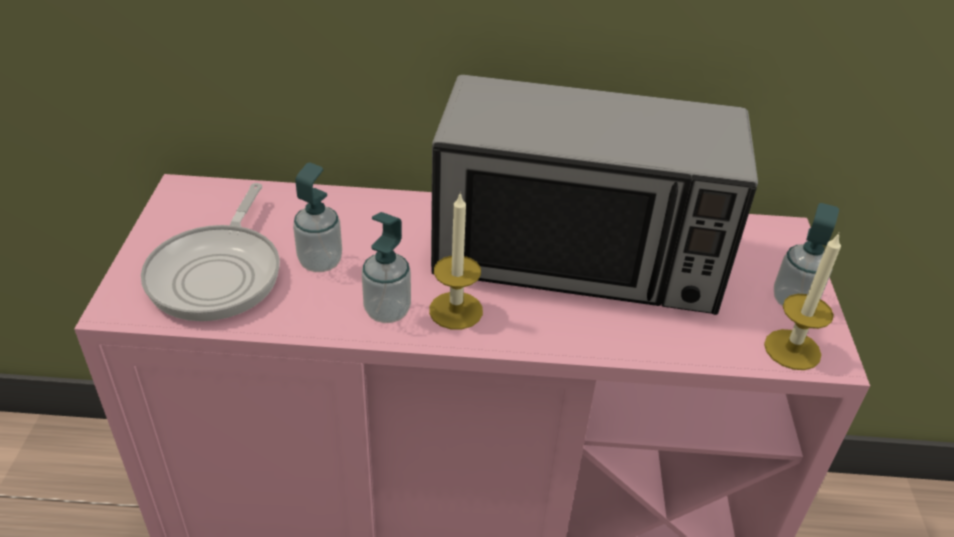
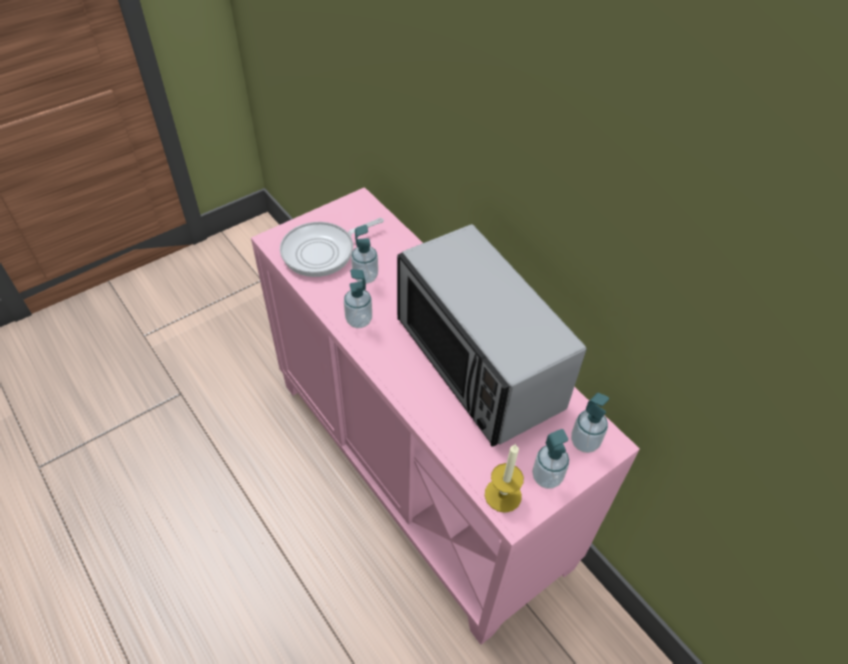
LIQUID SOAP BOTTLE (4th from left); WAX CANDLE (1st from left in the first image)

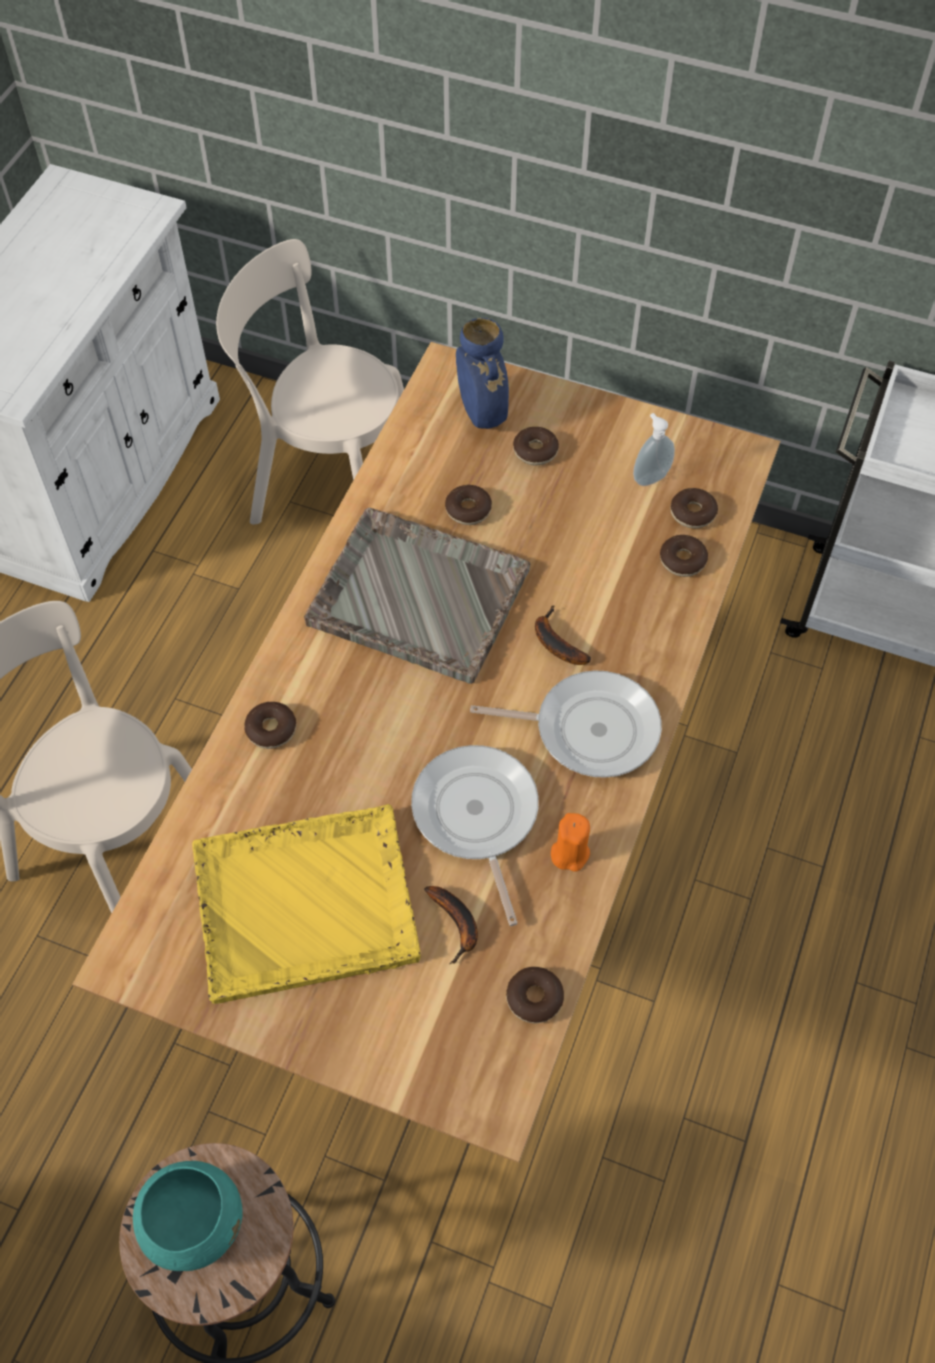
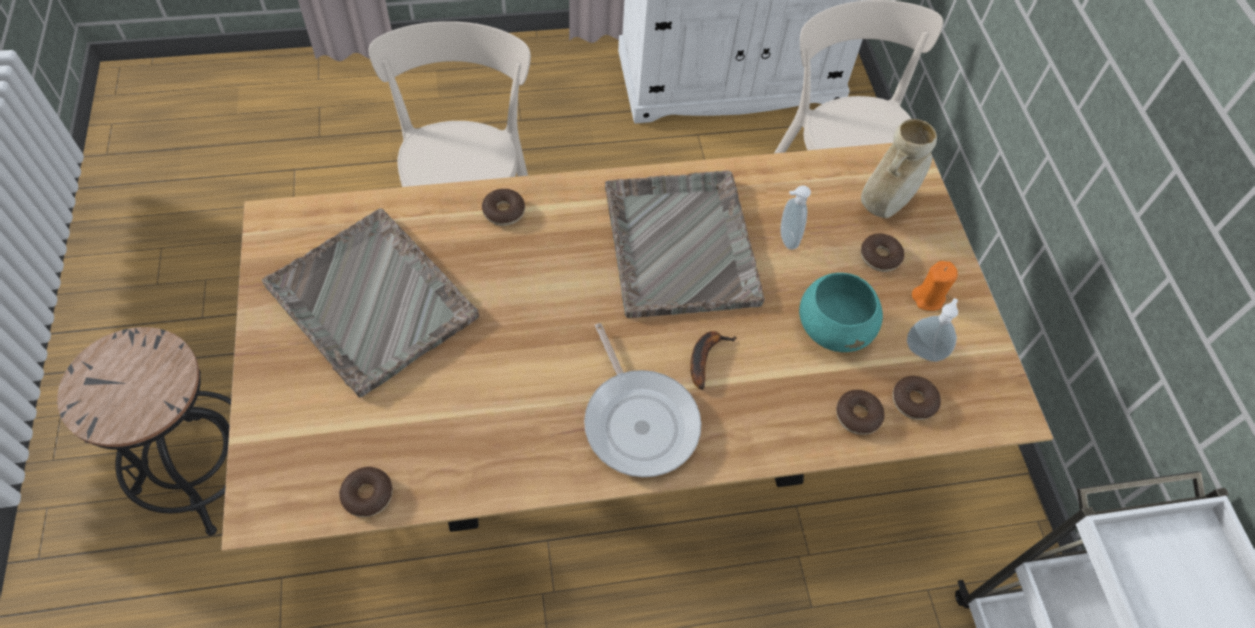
GRAY SERVING TRAY (1st from left); LIQUID SOAP BOTTLE (1st from left); TURQUOISE SERVING BOWL; SAND-COLOURED VASE; ORANGEY WAX CANDLE; PAN (1st from left in the first image); BANANA (1st from left in the first image)

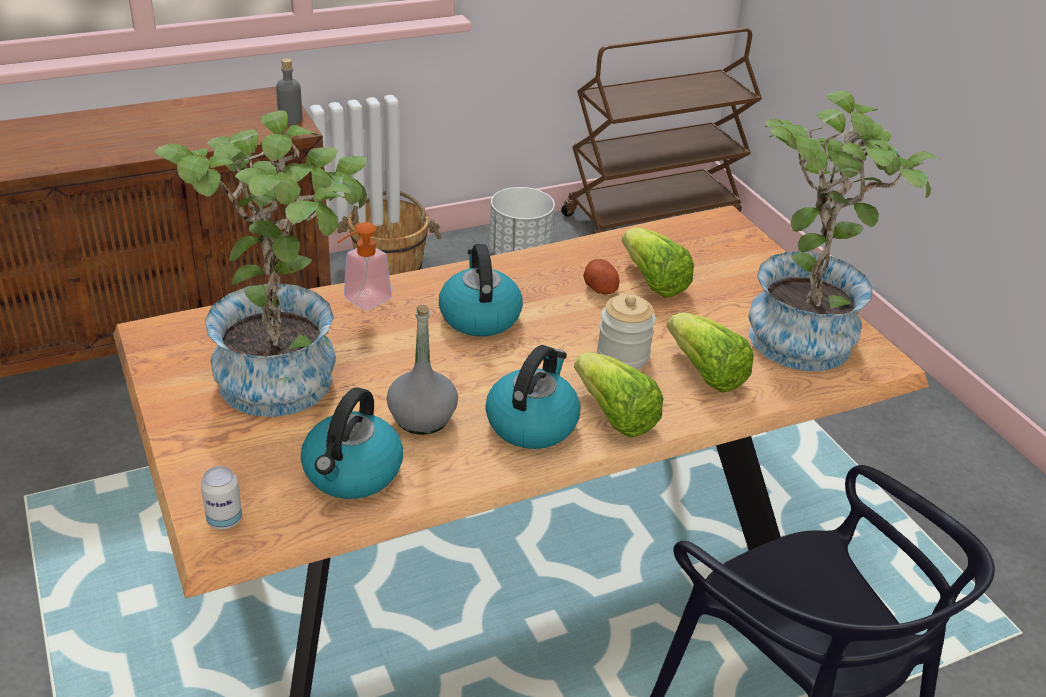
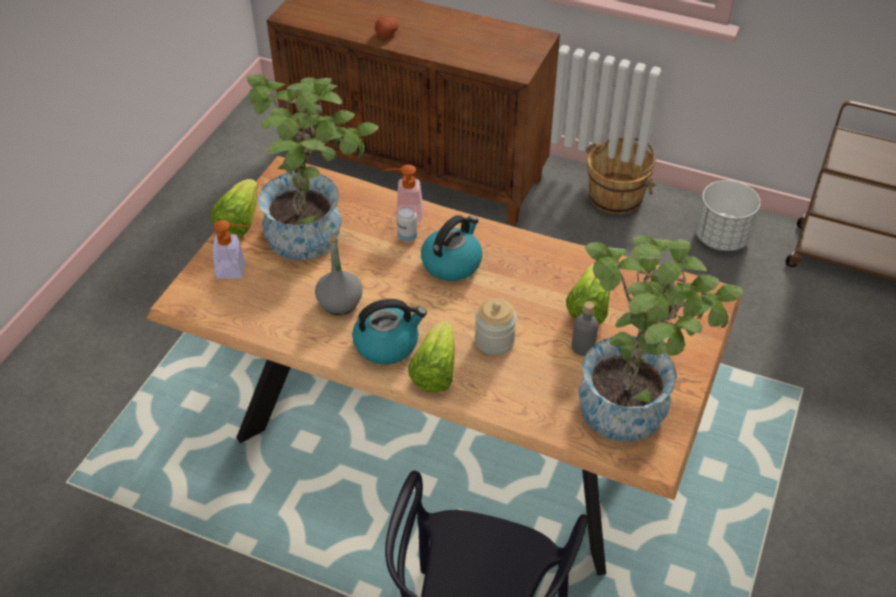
HEAD OF LETTUCE (1st from left); LIQUID SOAP BOTTLE (1st from left); SPUD; SEALED CAN; GRAY DRINK BOTTLE (2nd from left); WATER KETTLE (1st from left in the first image)

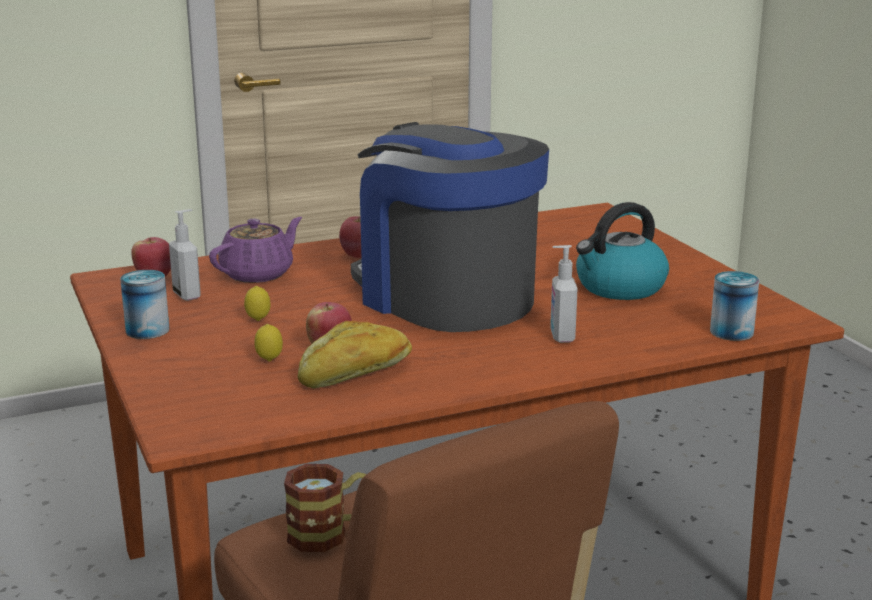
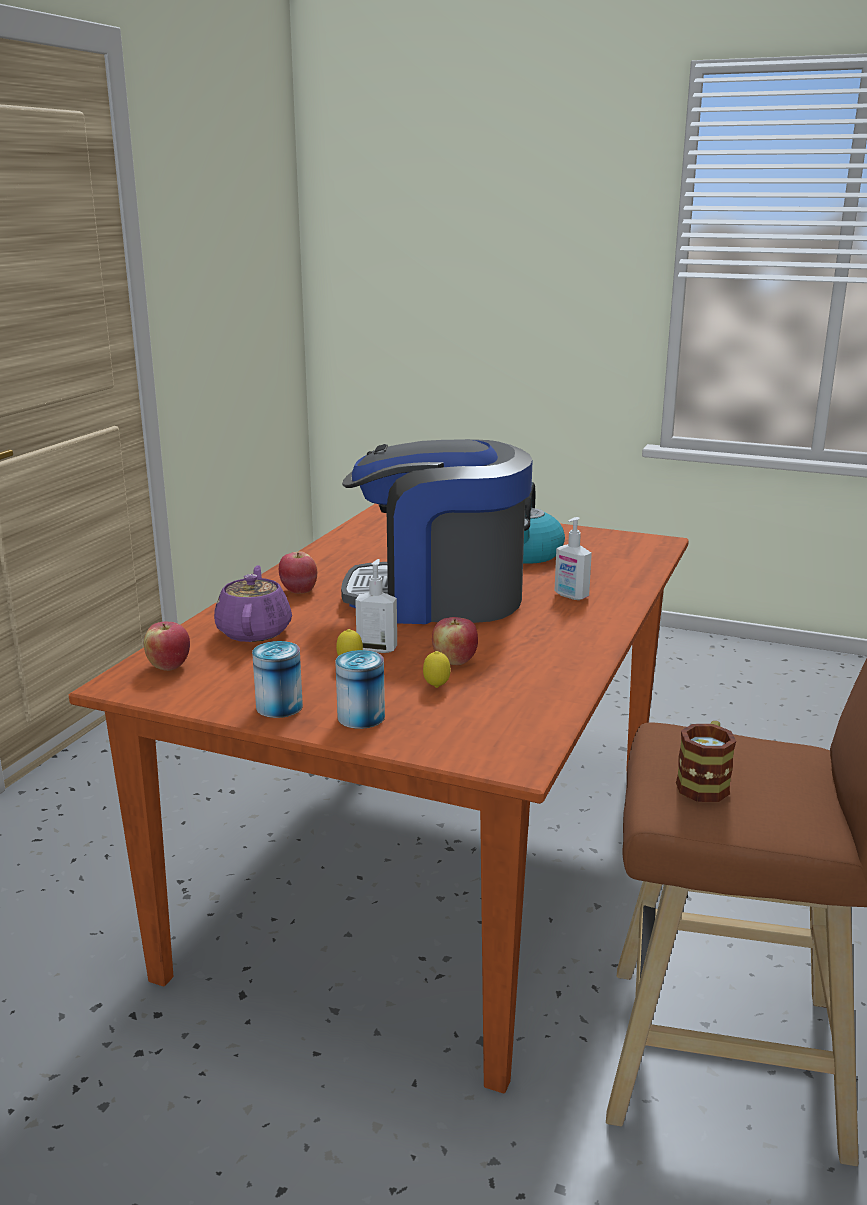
SEALED CAN (2nd from left); LIQUID SOAP BOTTLE (1st from left); BAKED BREAD

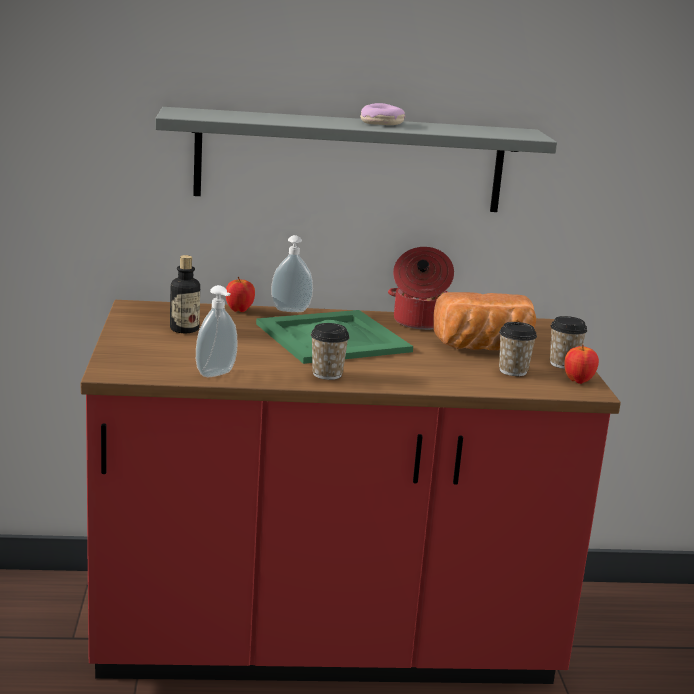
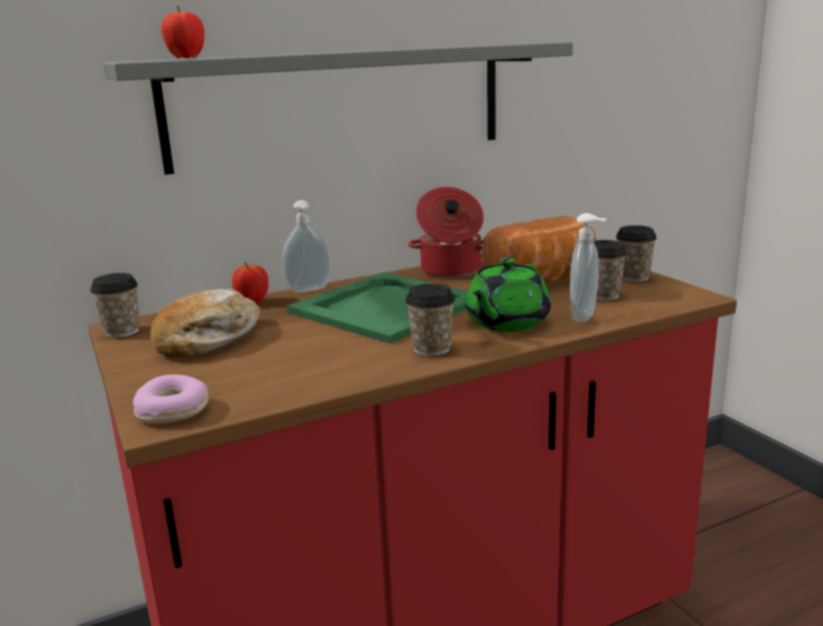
SMALL CUP (1st from left); DONUT; BAKED BREAD (1st from left); APPLE FRUIT (1st from left); GREEN-COLOURED TEAPOT; LIQUID SOAP BOTTLE (2nd from left)

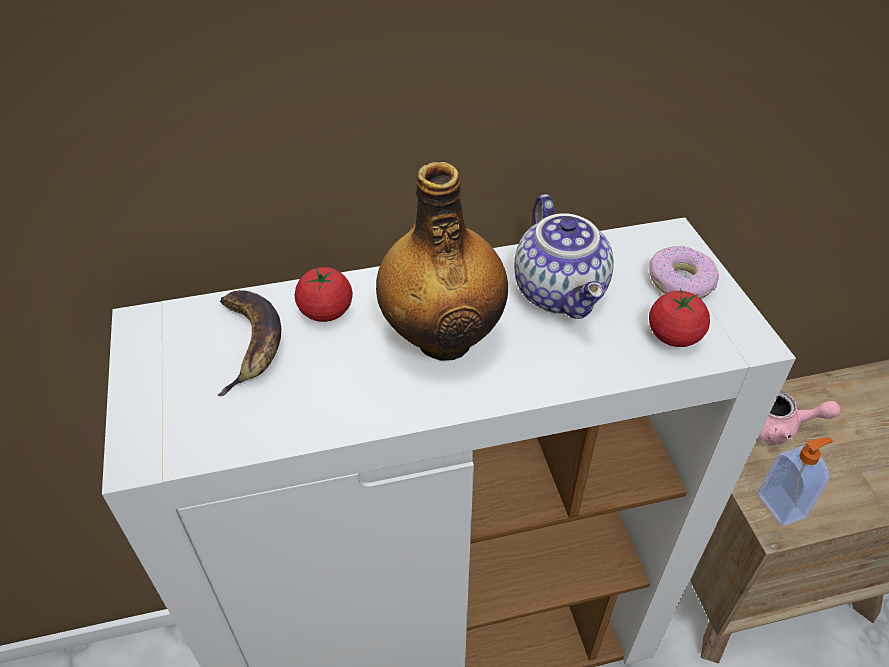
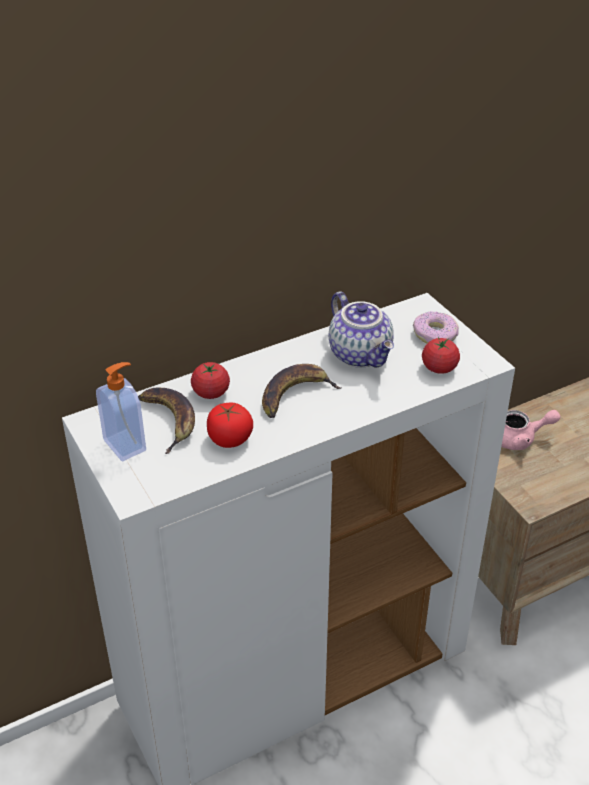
LIQUID SOAP BOTTLE; TOMATO (2nd from left); BANANA (2nd from left)

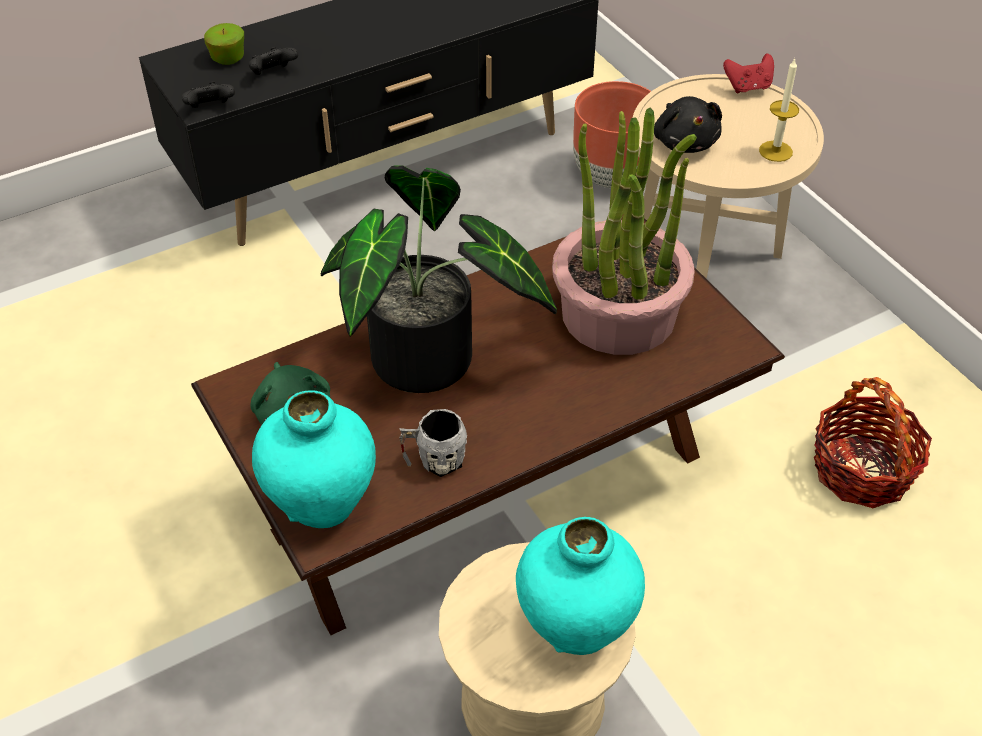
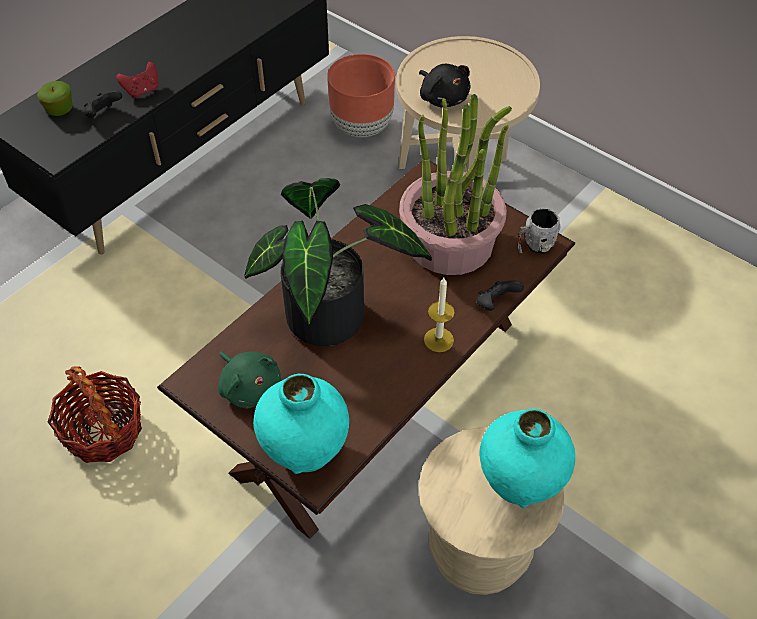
BASKET; RED-COLOURED GAMEPAD; WAX CANDLE; BLACK GAMEPAD (2nd from left); GRAY COFFEE MUG

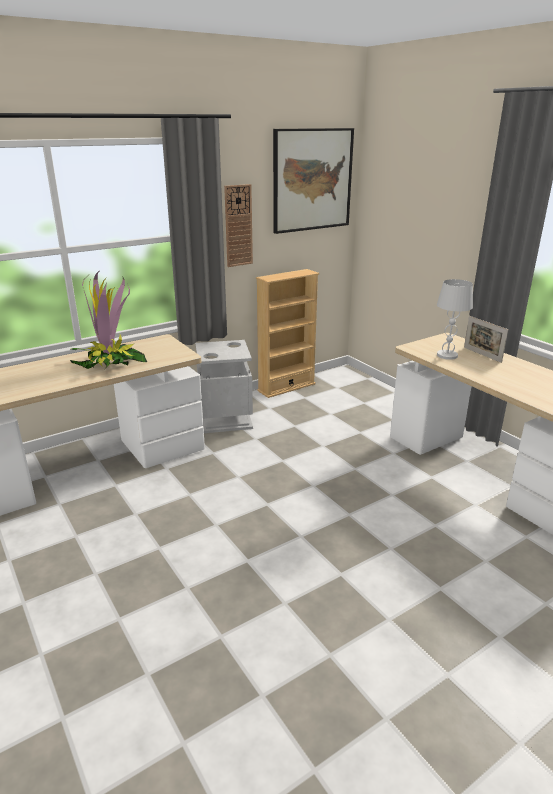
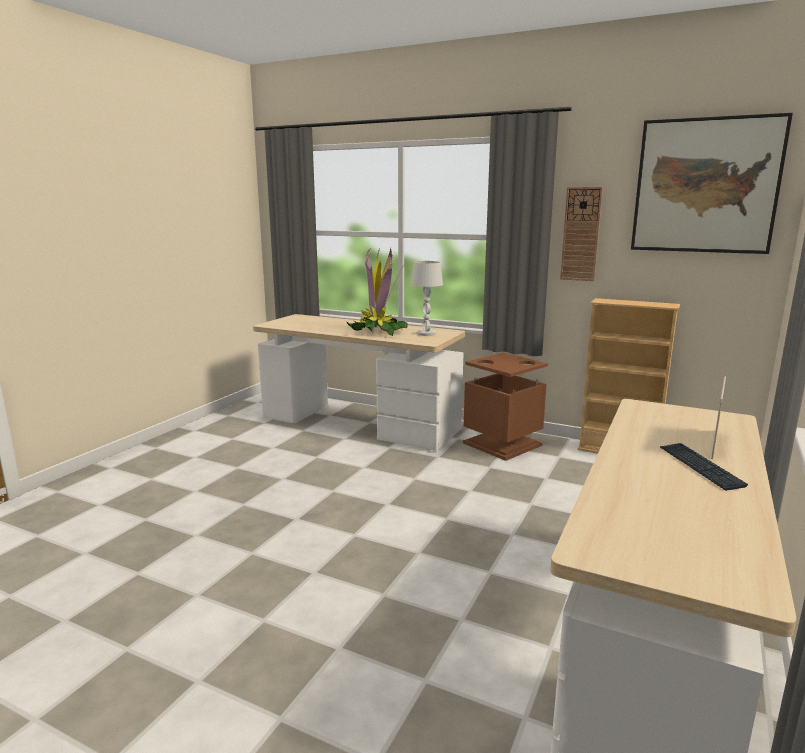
WHITISH TABLE LAMP; BROWN RUBBISH BIN; KEYBOARD

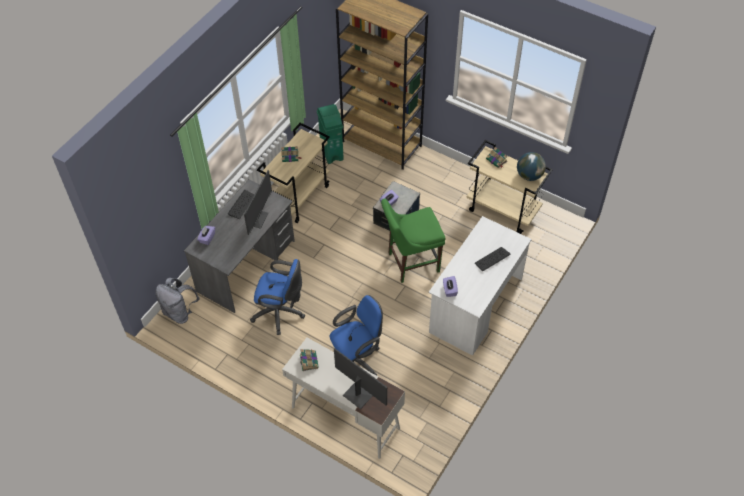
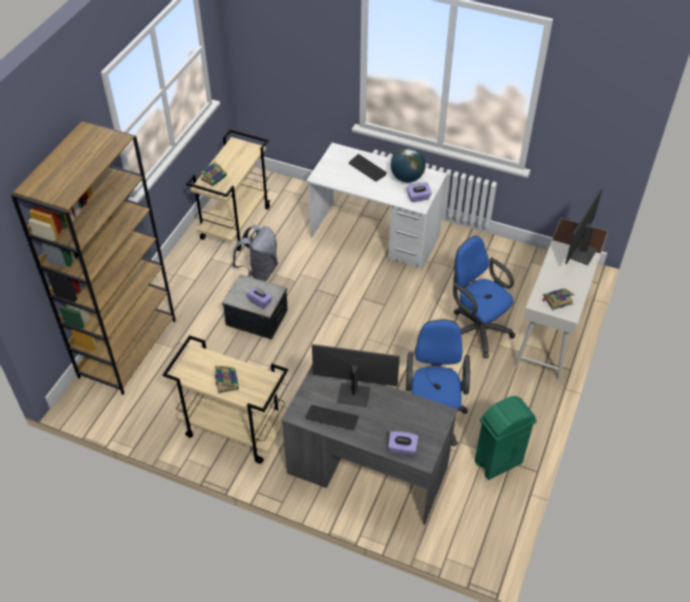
GRAY RUCKSACK; WORLD GLOBE; GREEN-COLOURED RUBBISH BIN; GREEN-COLOURED UPRIGHT CHAIR

